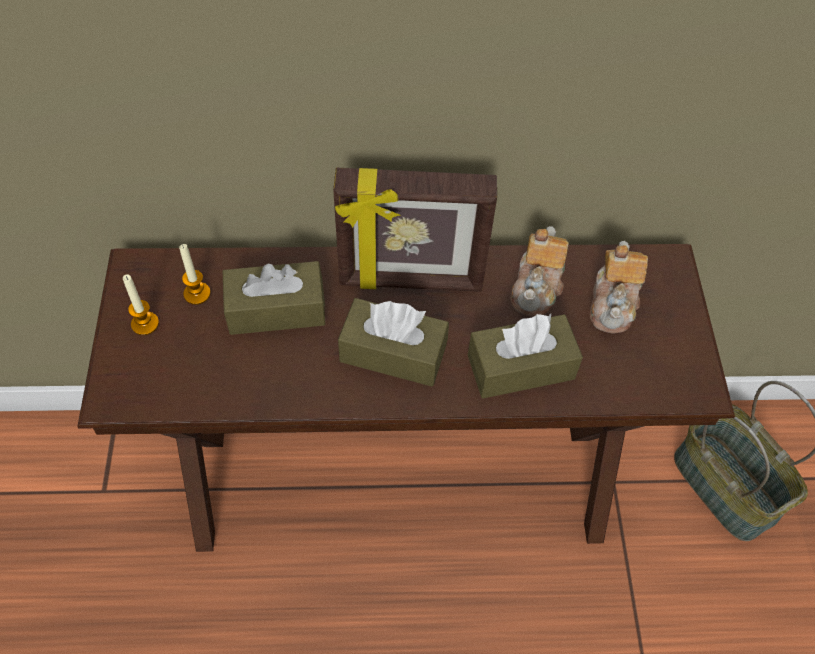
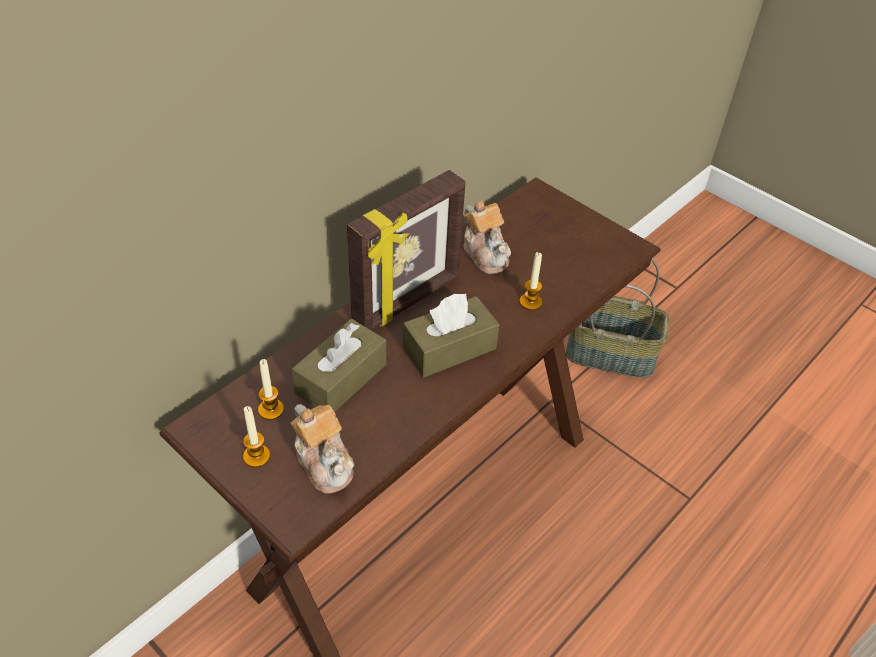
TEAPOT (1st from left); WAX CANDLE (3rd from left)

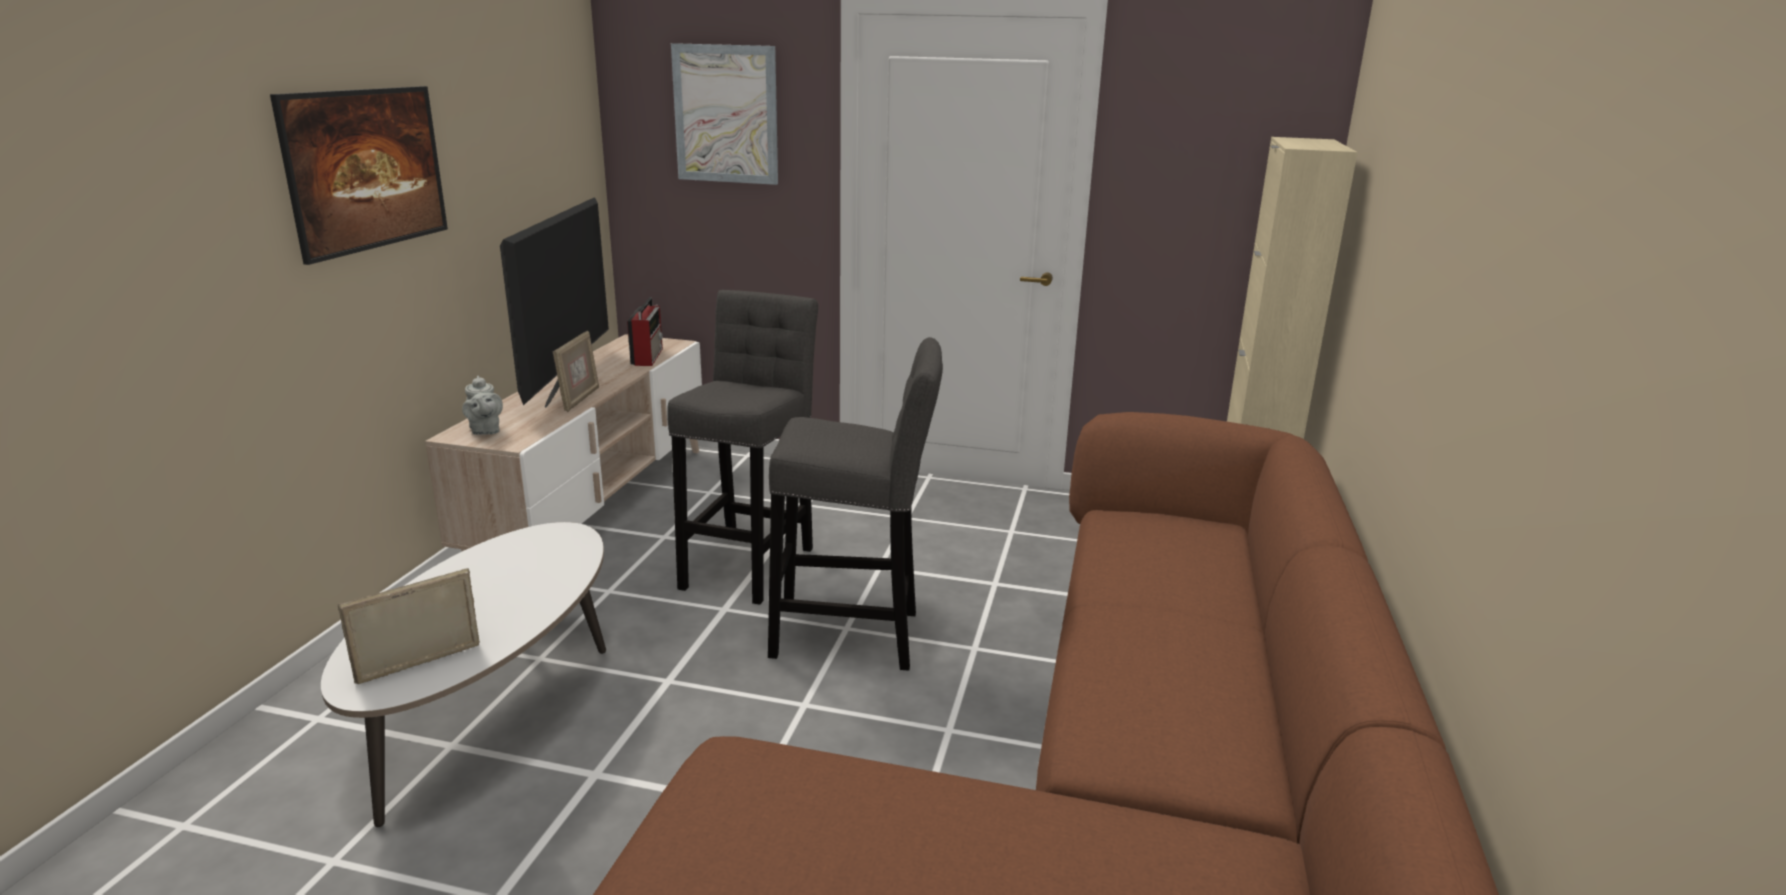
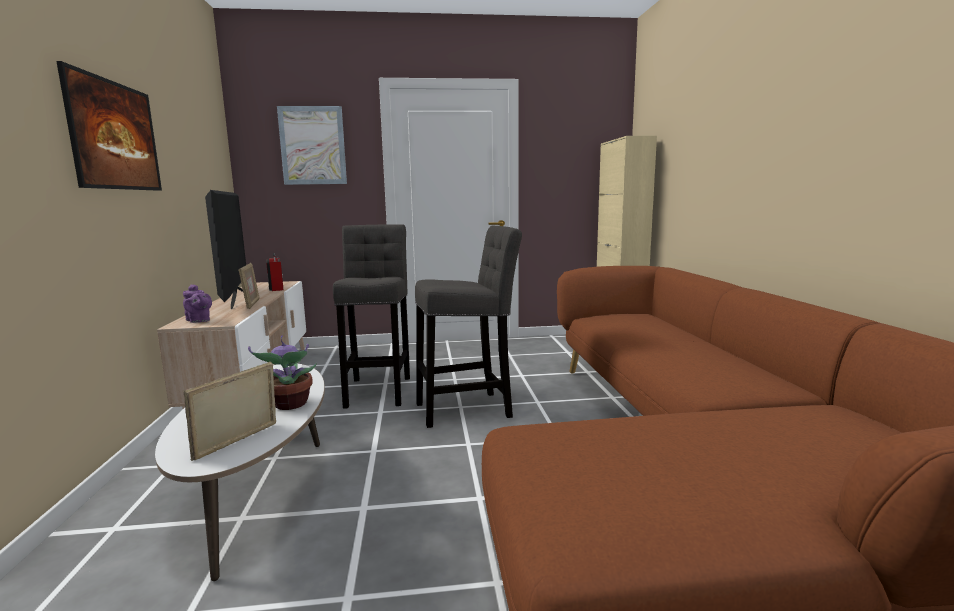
PURPLE-COLOURED TEAPOT; HOUSEPLANT

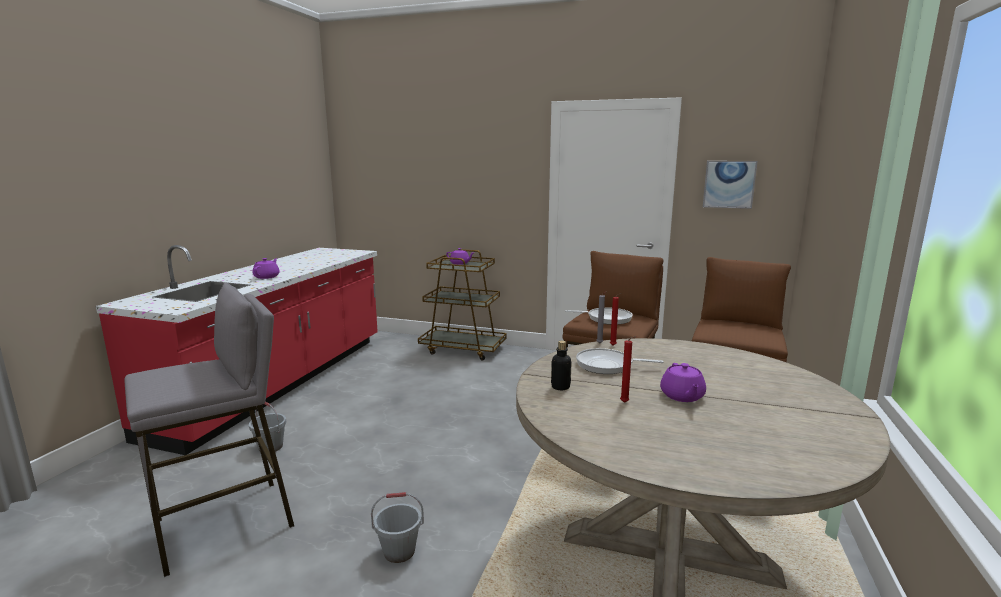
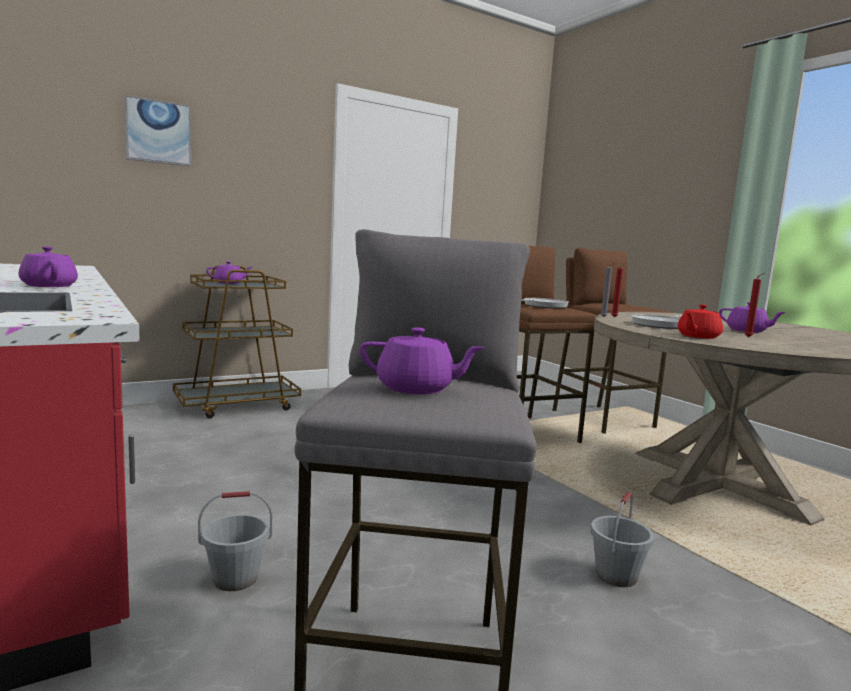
WALL PICTURE; PURPLE-COLOURED TEAPOT (3rd from left); RED-COLOURED TEAPOT

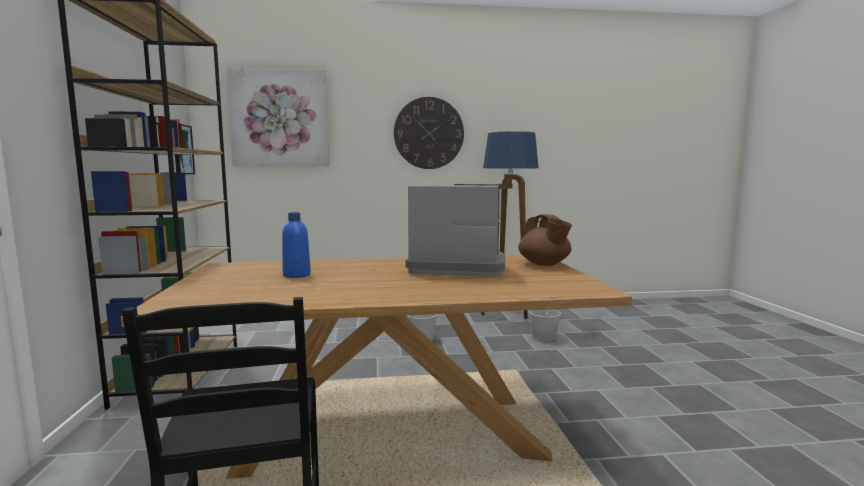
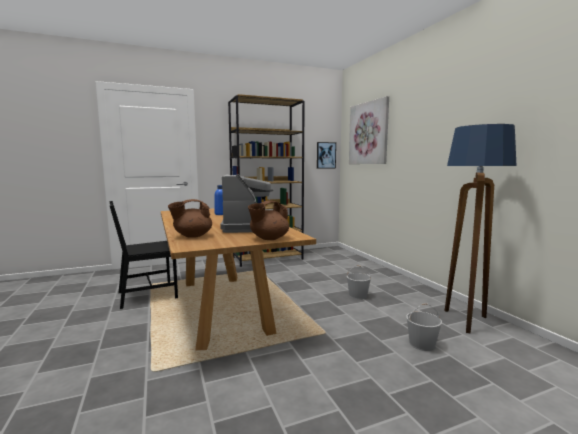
BROWN TEAPOT (1st from left); CLOCK ON THE WALL

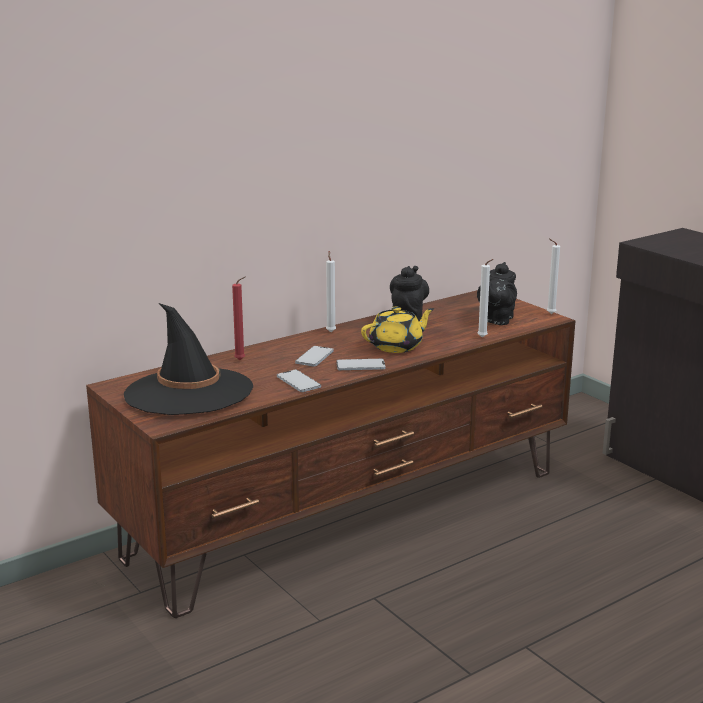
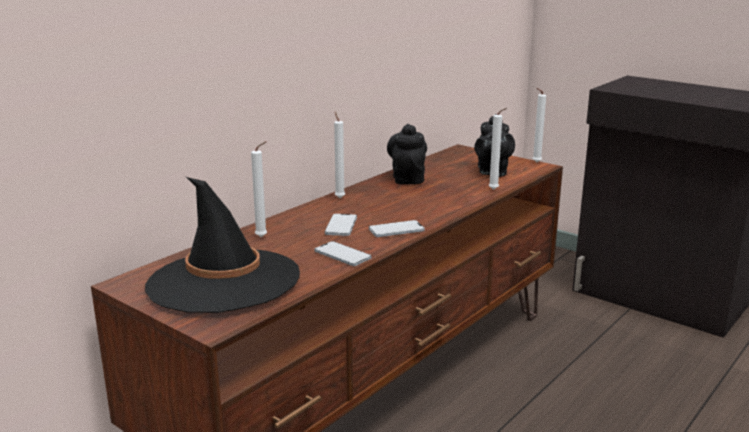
WHITISH WAX CANDLE (1st from left); YELLOWISH TEAPOT

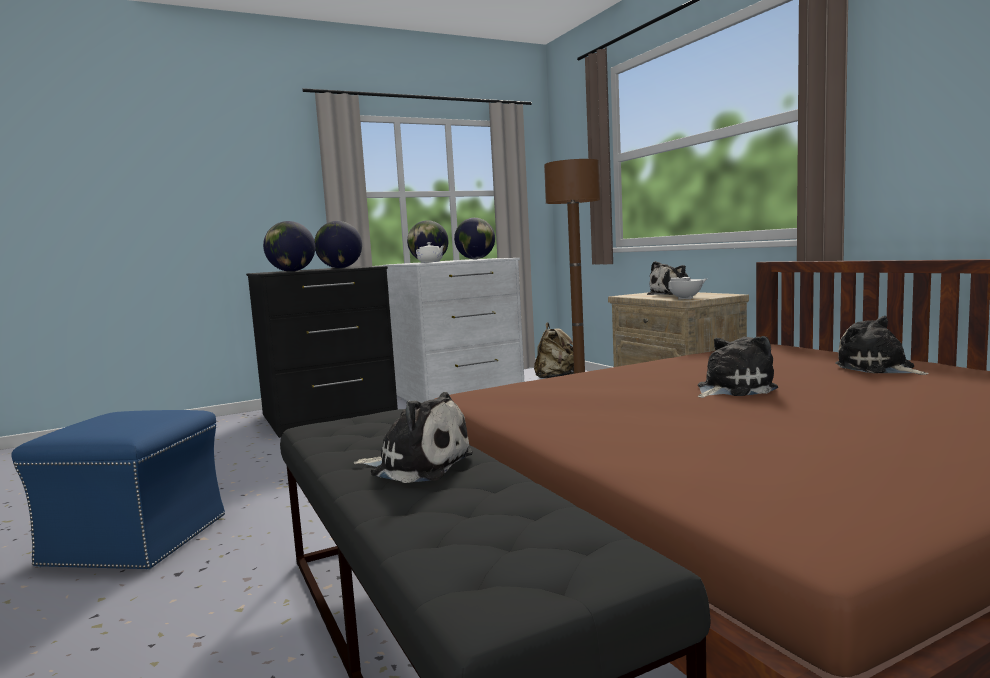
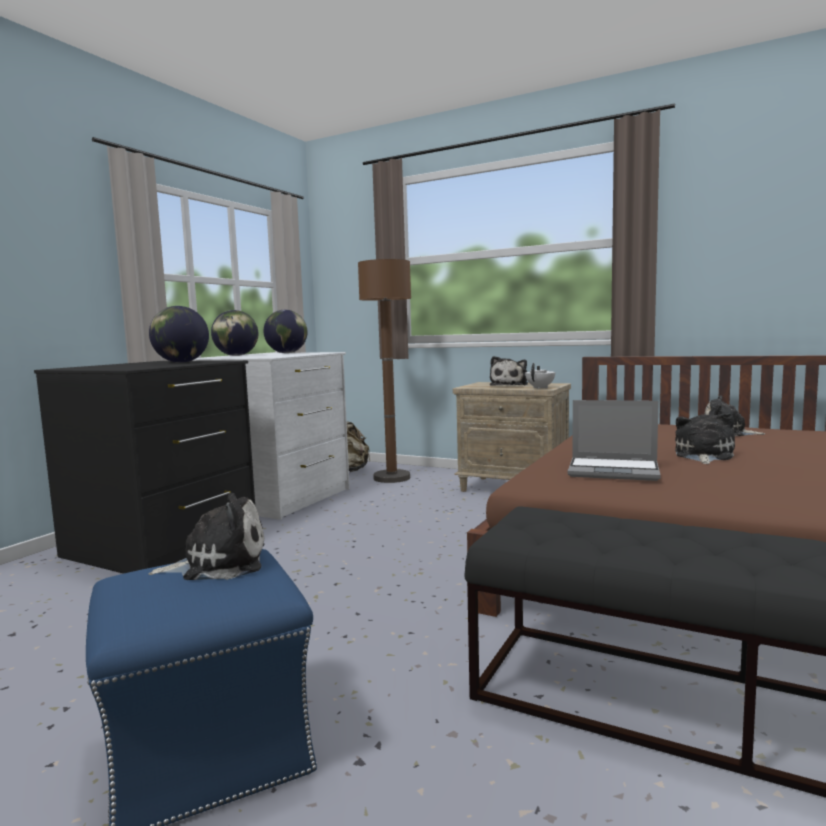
PLUSH TOY (1st from left); LAPTOP; WORLD GLOBE (1st from left in the first image); WHITISH TEAPOT (1st from left in the first image)

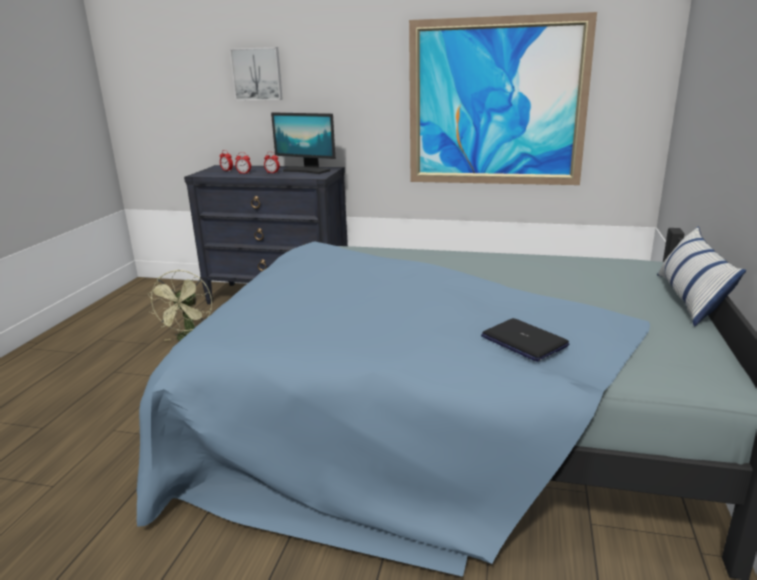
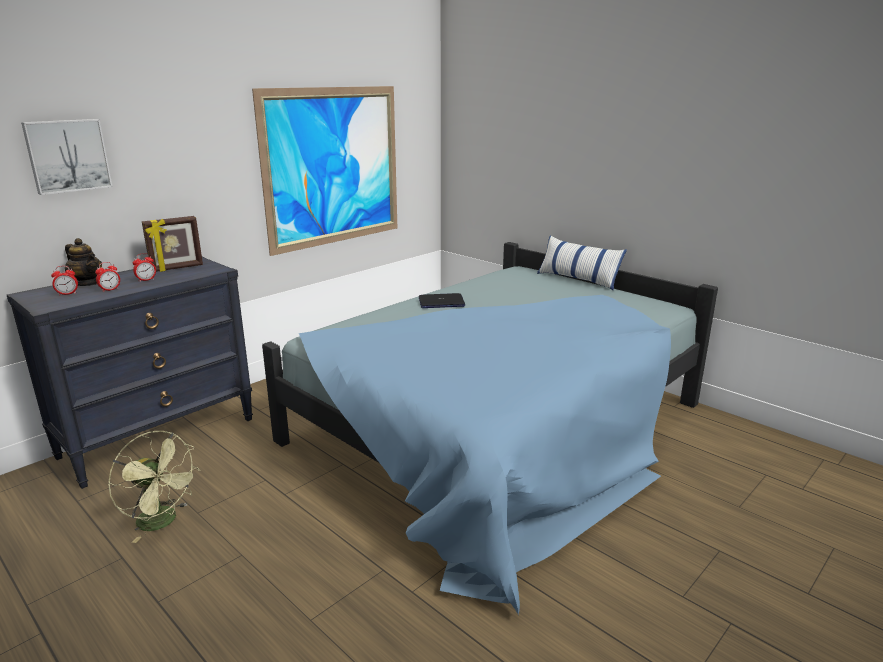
TEAPOT; STANDING FRAME; LAPTOP

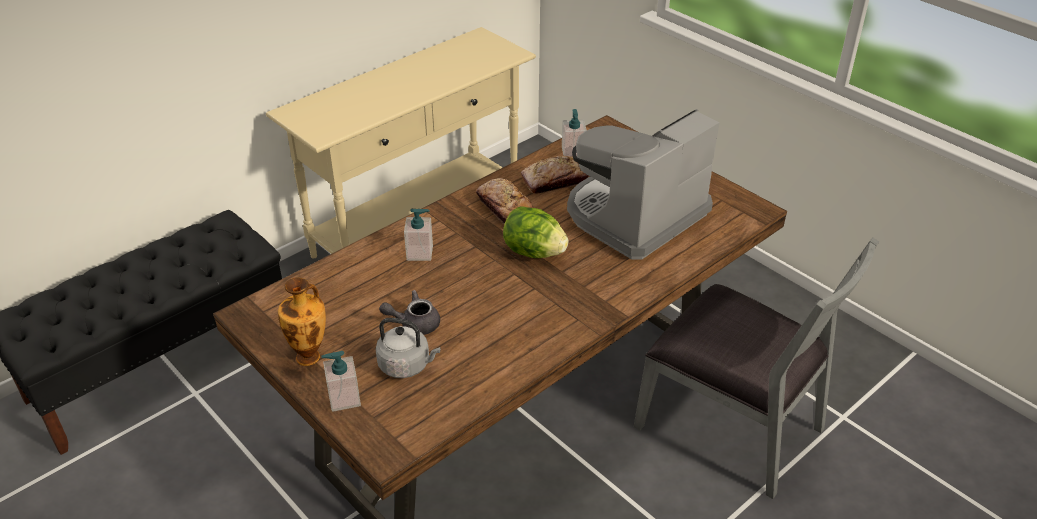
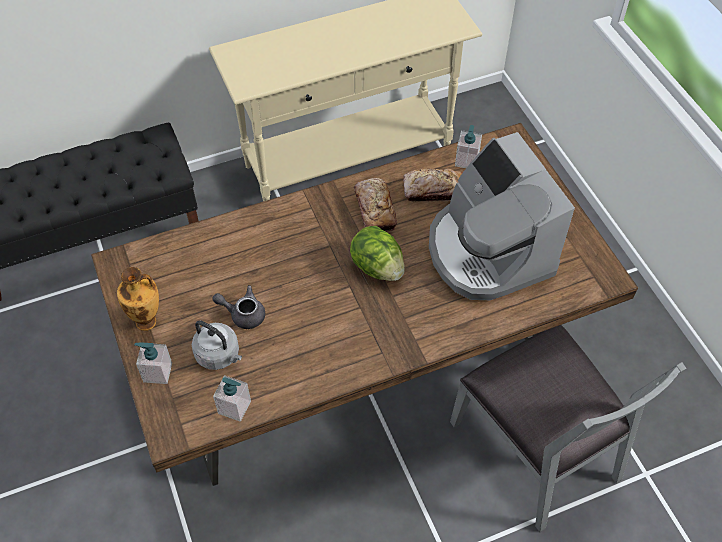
LIQUID SOAP BOTTLE (2nd from left); COFFEE MACHINE

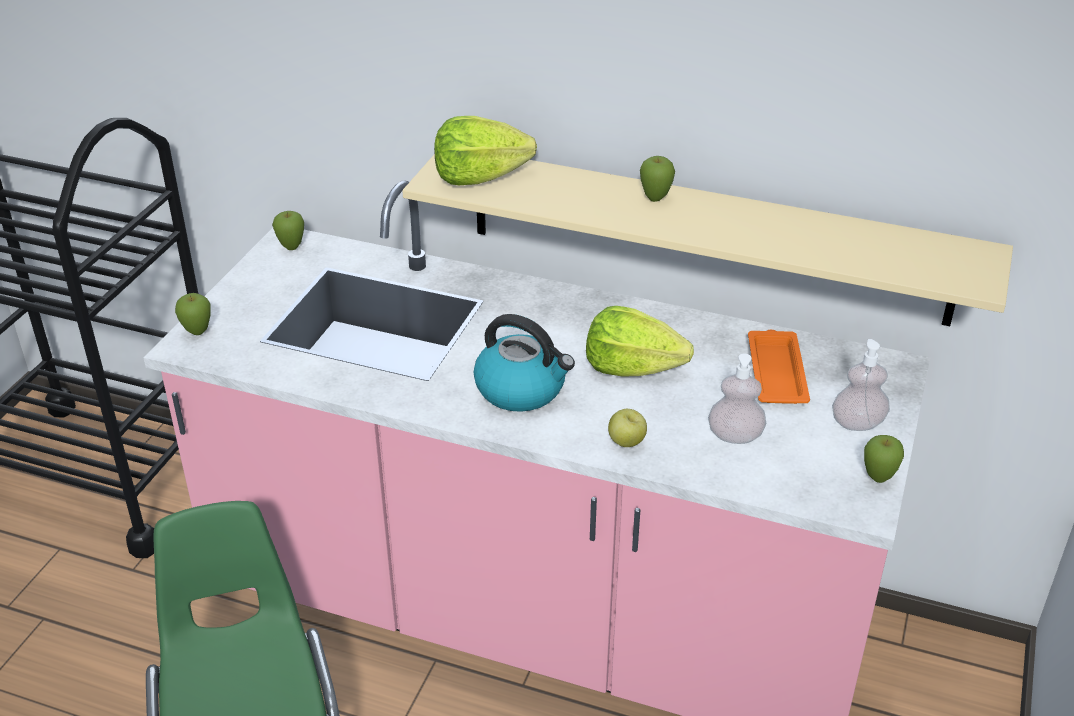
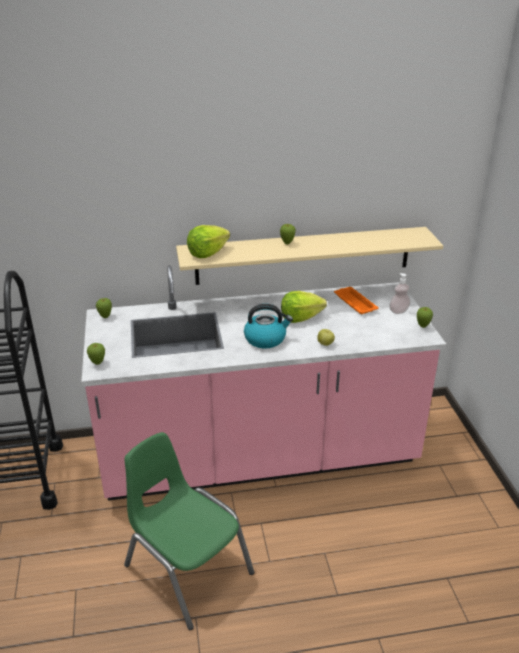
LIQUID SOAP BOTTLE (1st from left in the first image)

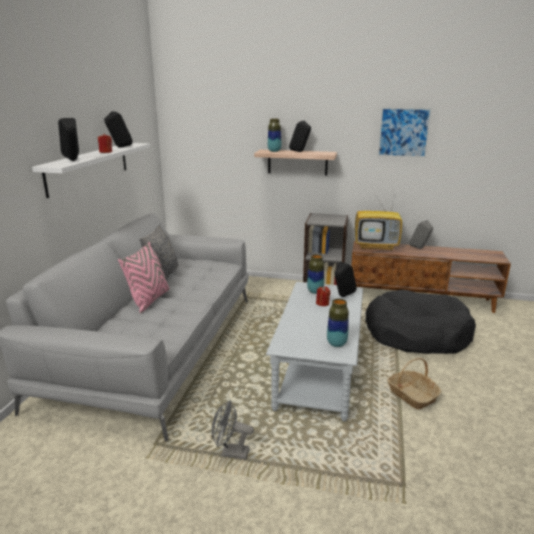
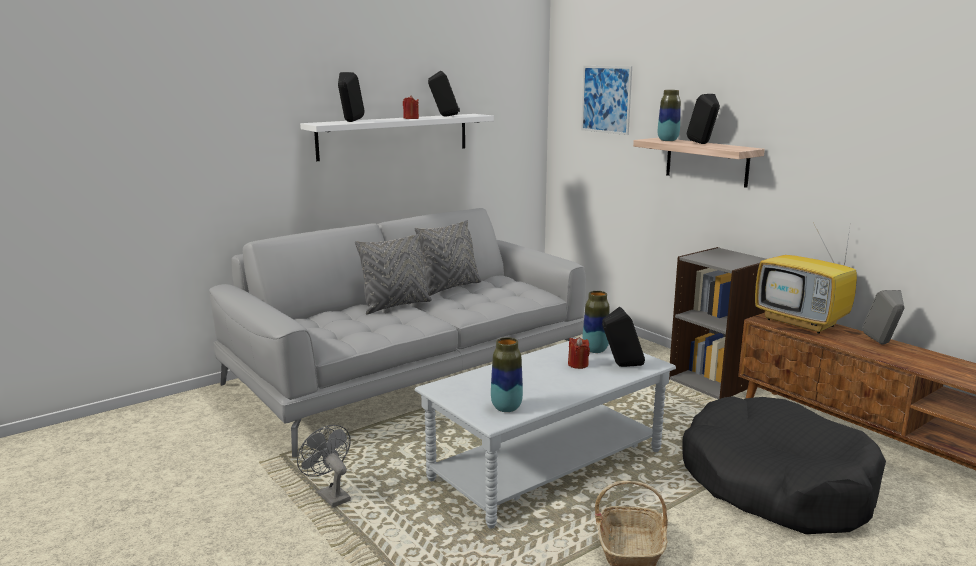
GRAY CUSHION (1st from left); WALL PICTURE

